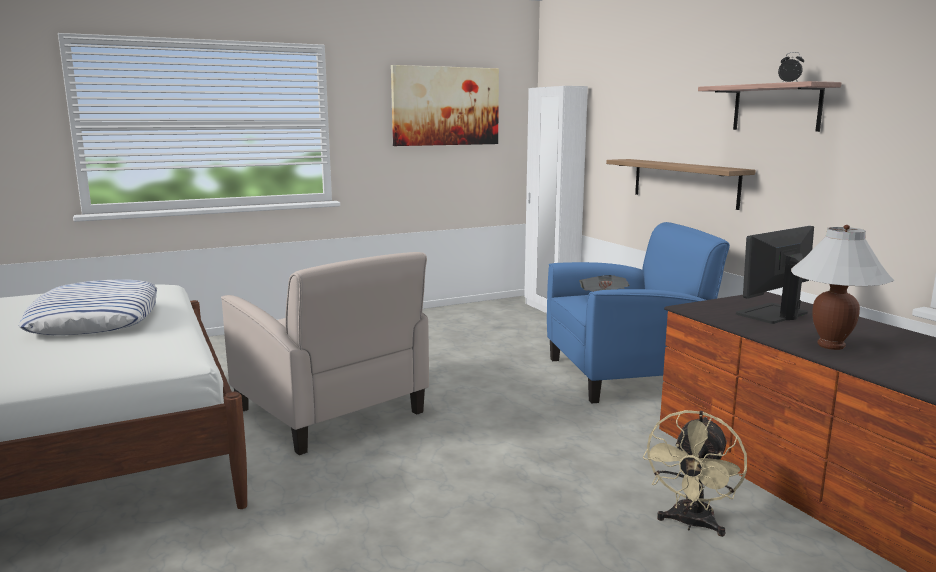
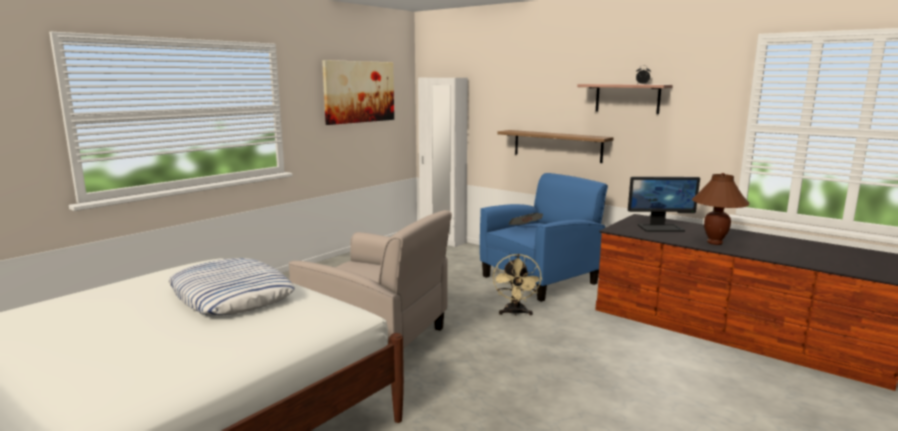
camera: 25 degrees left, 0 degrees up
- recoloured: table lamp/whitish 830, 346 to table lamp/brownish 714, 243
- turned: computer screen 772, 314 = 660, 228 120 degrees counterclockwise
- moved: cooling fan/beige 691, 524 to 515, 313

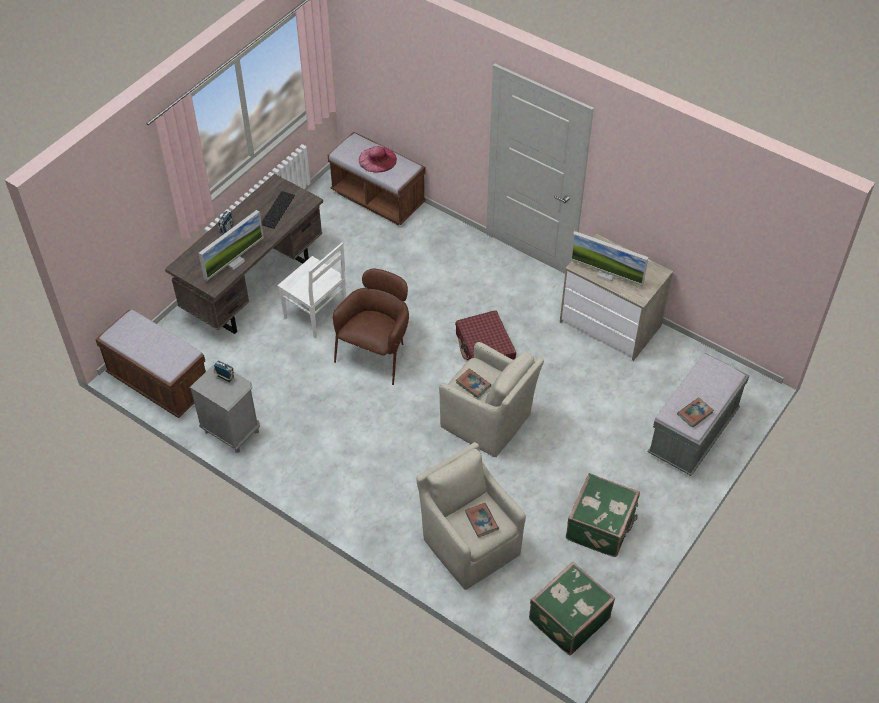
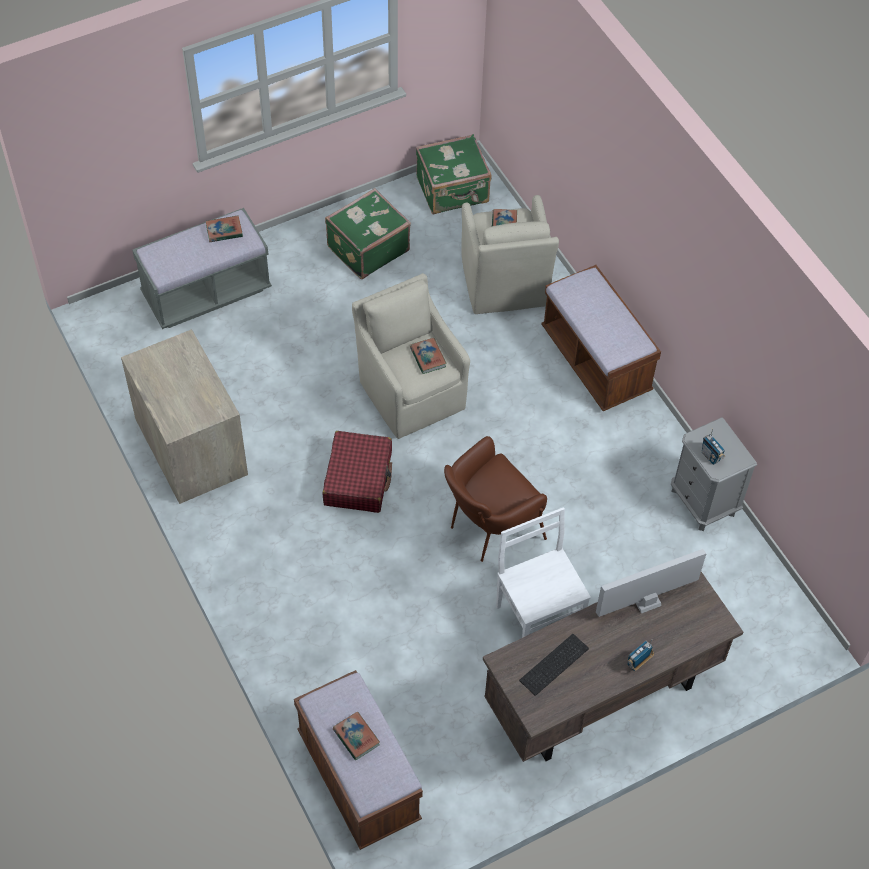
camera: 155 degrees left, 5 degrees up
- replaced: clothing hat/pink 377, 159 to volume 356, 737
- removed: computer screen 606, 275
- moved: long seat/brownish 159, 383 to 595, 361

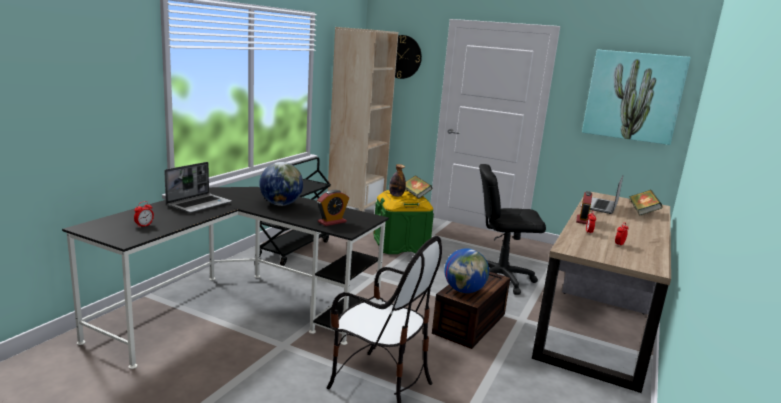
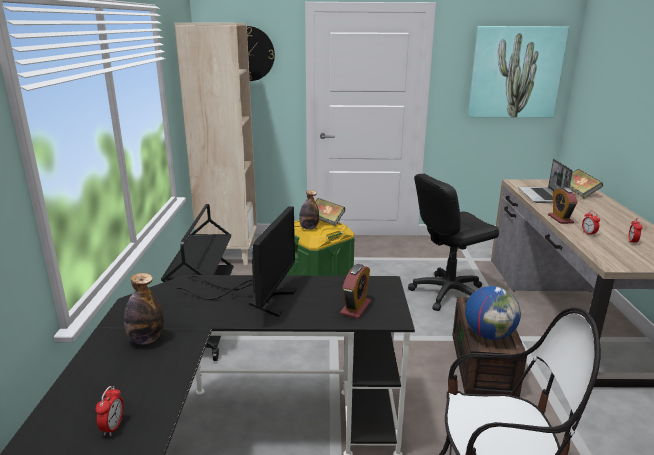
camera: 25 degrees left, 5 degrees up
- replaced: laptop 199, 204 to bottle 146, 339
- replaced: globe 281, 204 to computer screen 256, 298

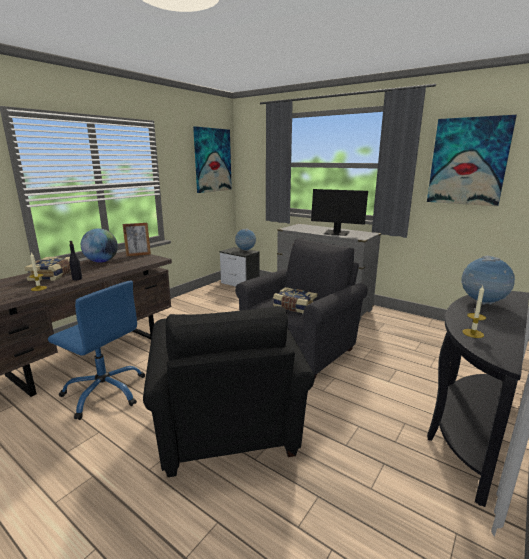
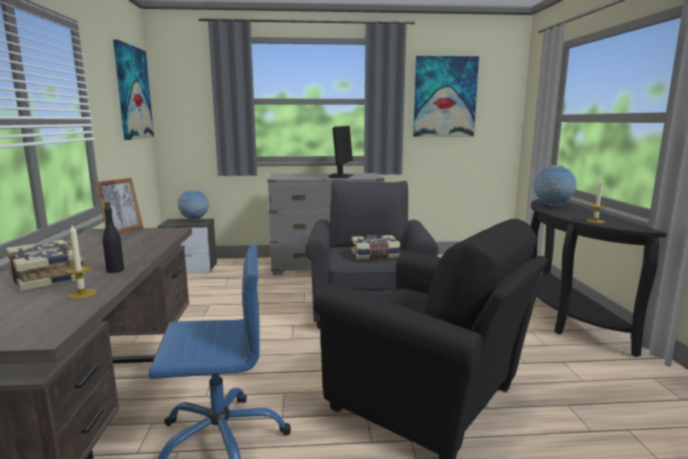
camera: 40 degrees left, 5 degrees down
- turned: computer screen 337, 233 = 341, 176 60 degrees counterclockwise
- removed: globe 102, 261

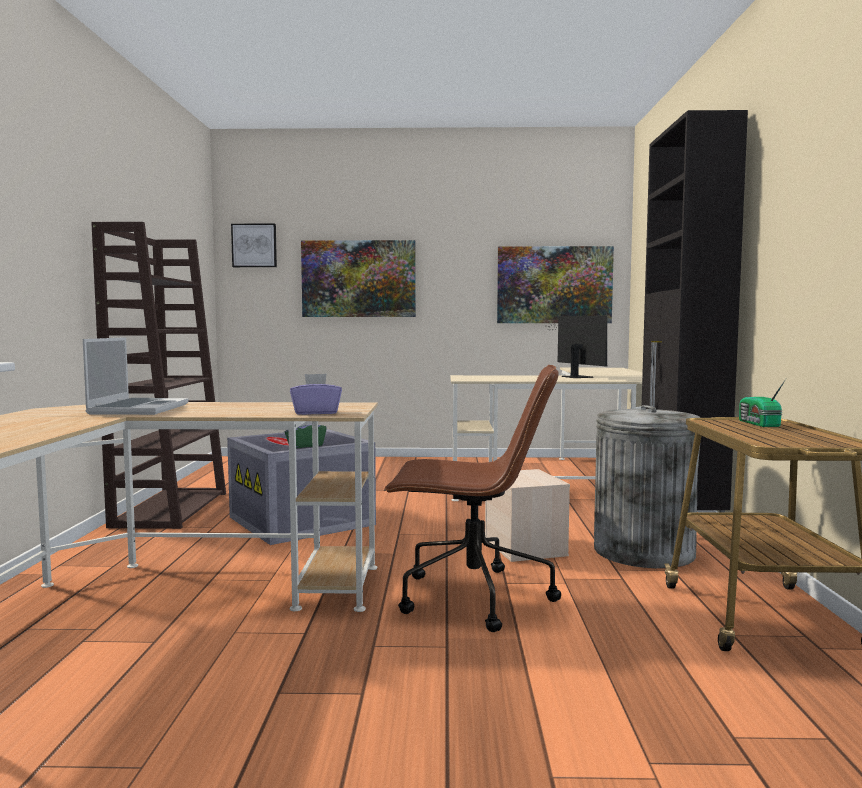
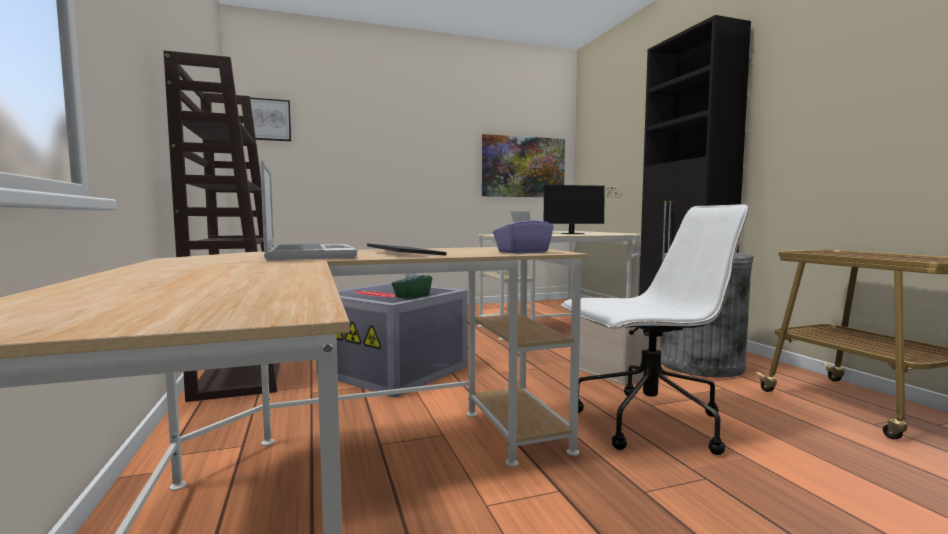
camera: 20 degrees left, 0 degrees up
- removed: picture 359, 279
- turned: computer screen 575, 376 = 576, 233 120 degrees clockwise
- recoloured: office chair/brownish 471, 598 to office chair/whitish 647, 423
- removed: radio 758, 424
- added: computer keyboard 401, 253

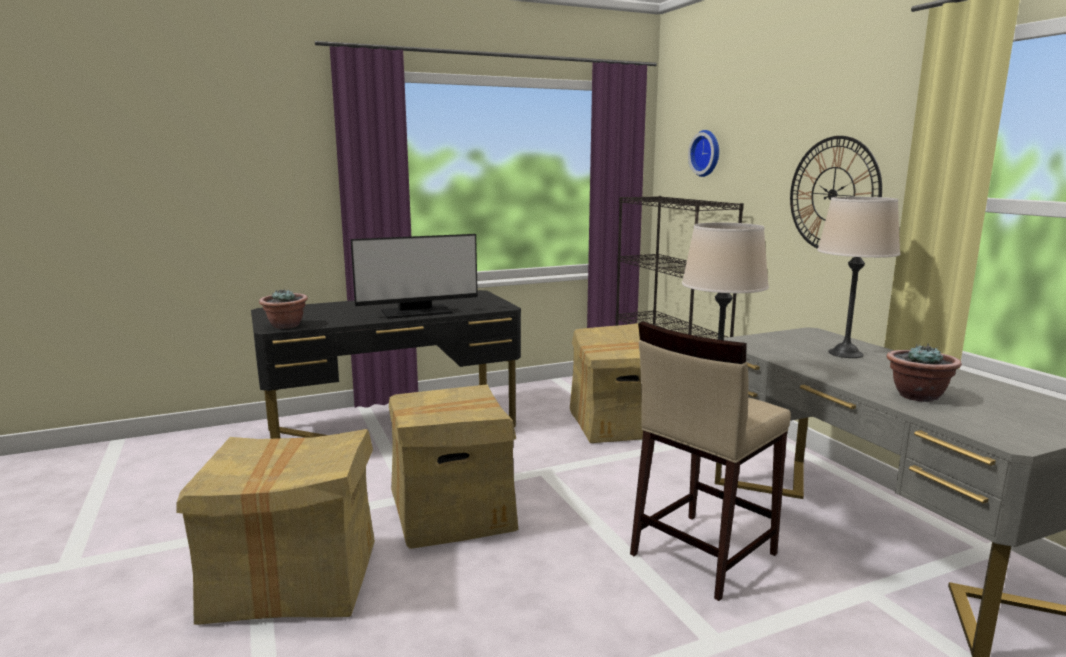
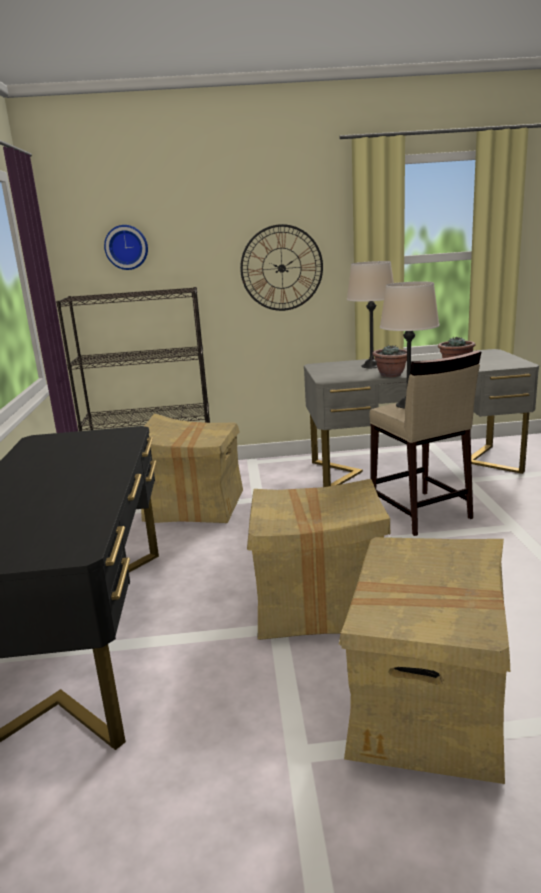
camera: 70 degrees left, 5 degrees up
- removed: computer screen 416, 312
- moved: potted plant 286, 326 to 391, 375

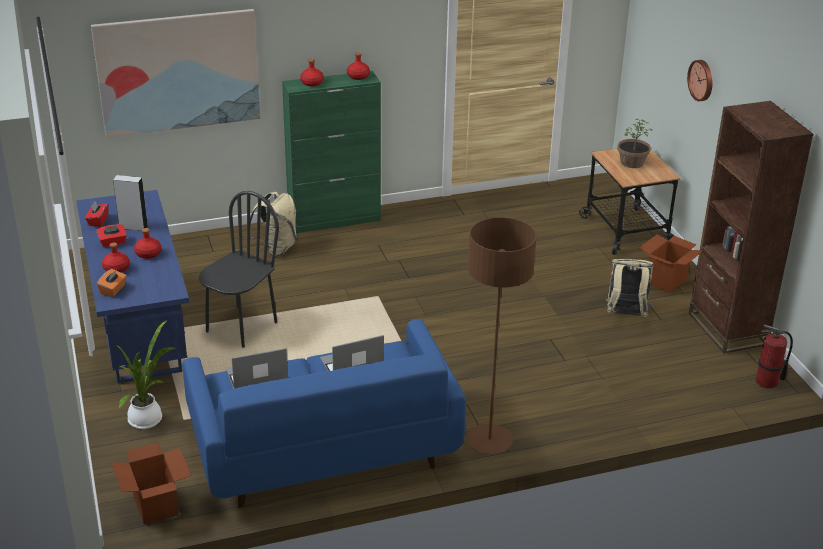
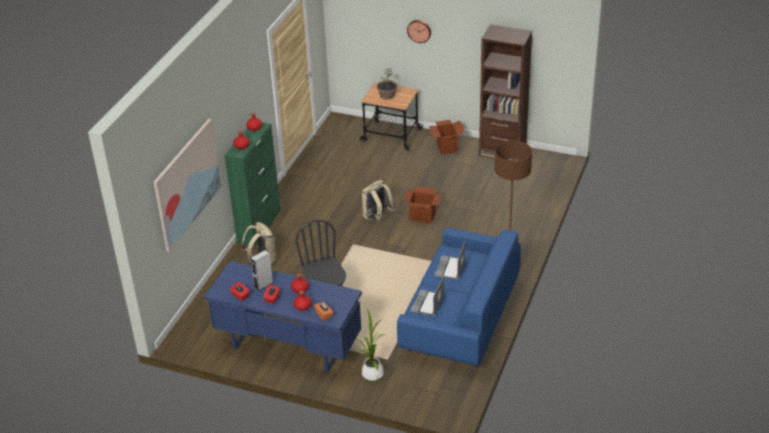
camera: 50 degrees left, 5 degrees up
- moved: backpack/beige 625, 315 to 377, 217
- removed: fire-fighting cylinder 767, 382
- moved: packing box 156, 506 to 422, 216

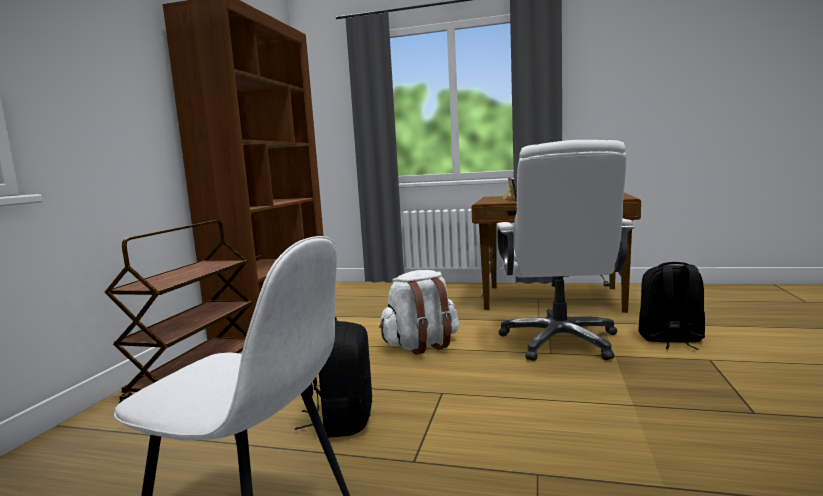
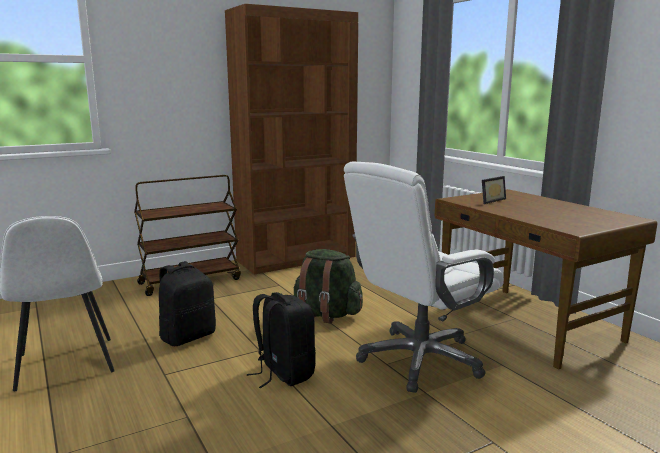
camera: 45 degrees right, 5 degrees up
- moved: backpack/black 670, 340 to 283, 373
- recoloured: backpack/whitish 421, 345 to backpack/green-coloured 326, 315

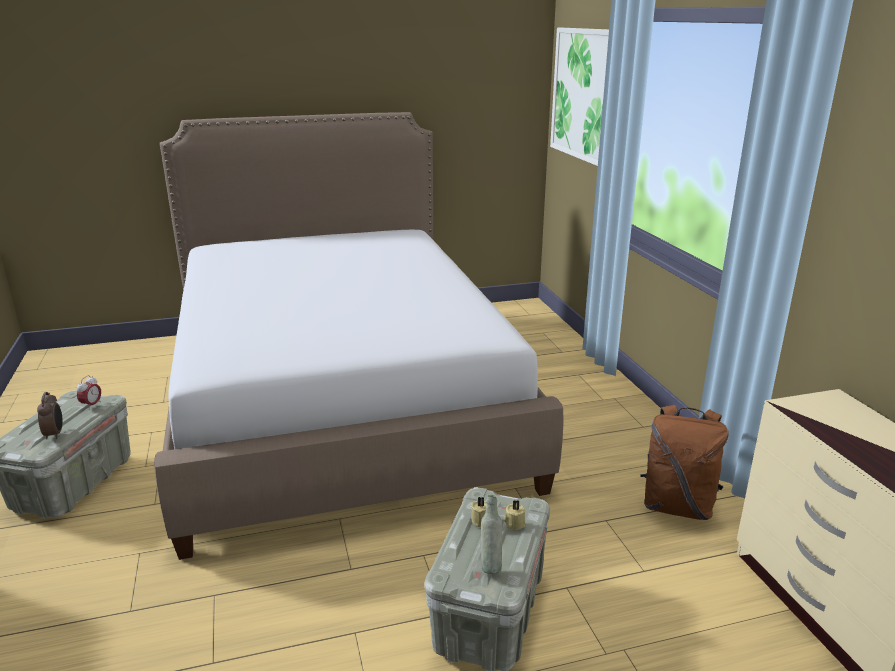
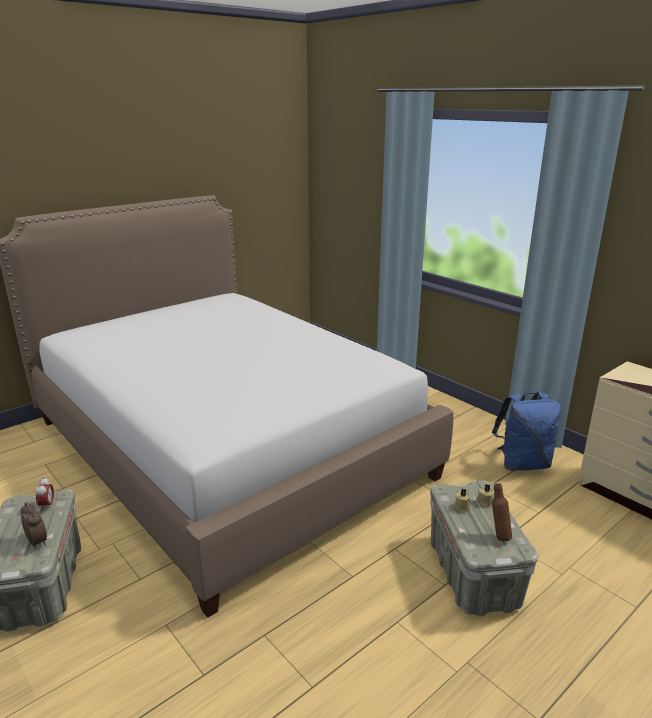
camera: 25 degrees left, 0 degrees up
- removed: picture 583, 94
- recoloured: backpack/brownish 677, 506 to backpack/blue 522, 464
- recoloured: bottle/gray 490, 566 to bottle/brownish 498, 535

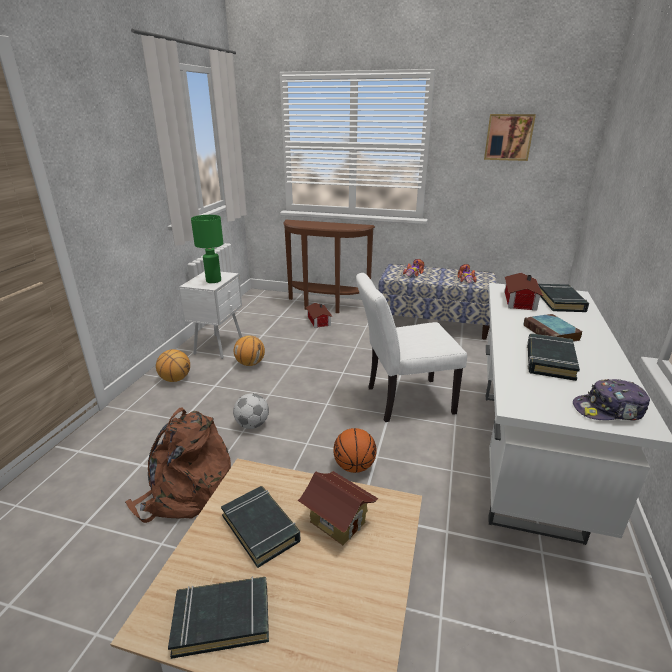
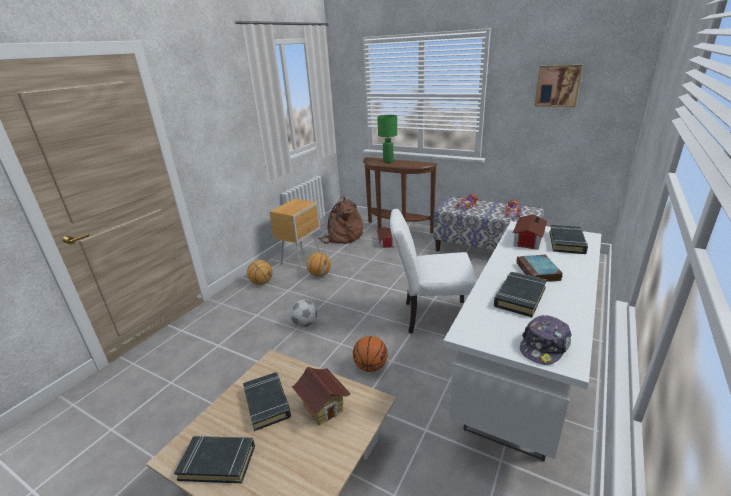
camera: 15 degrees right, 0 degrees up
- moved: table lamp/green-coloured 213, 280 to 388, 161
- recoloured: bedside table/whitish 220, 346 to bedside table/brownish 302, 258
- turned: peaked cap 609, 410 = 544, 346 60 degrees counterclockwise
- moved: backpack/brownish 186, 492 to 342, 237

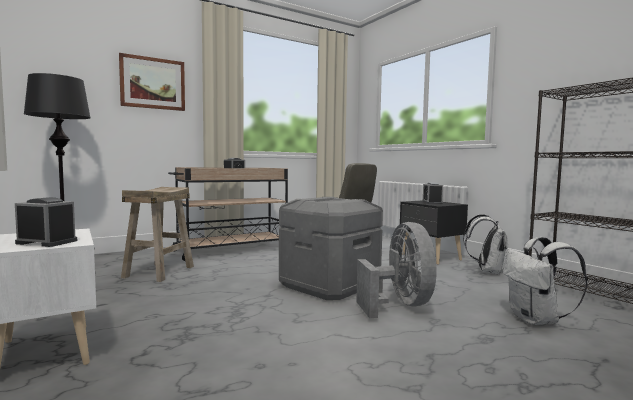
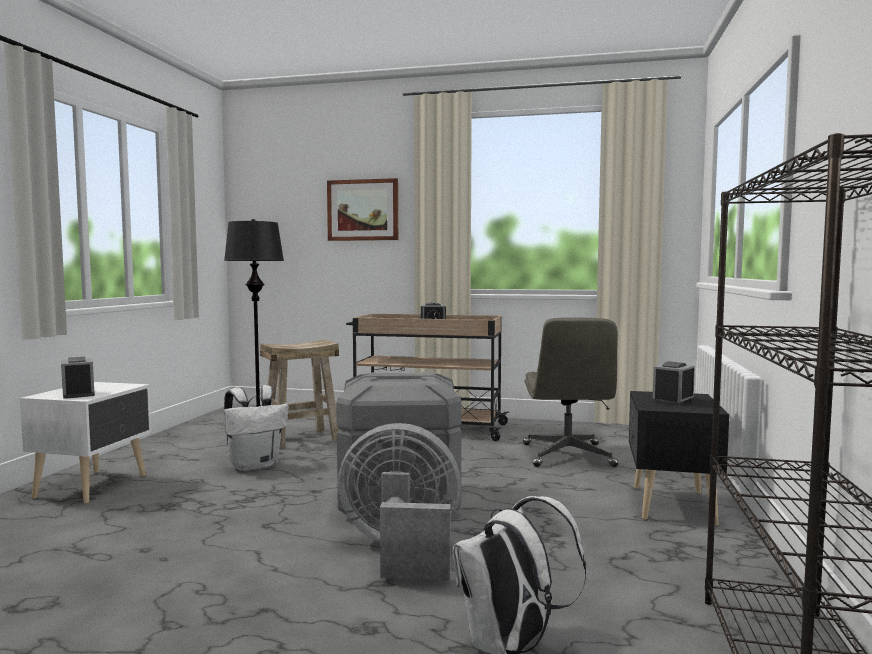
camera: 45 degrees right, 0 degrees up
- moved: backpack/whitish 487, 271 to 254, 465
- turned: cooling fan/gray 399, 305 = 402, 551 120 degrees counterclockwise

